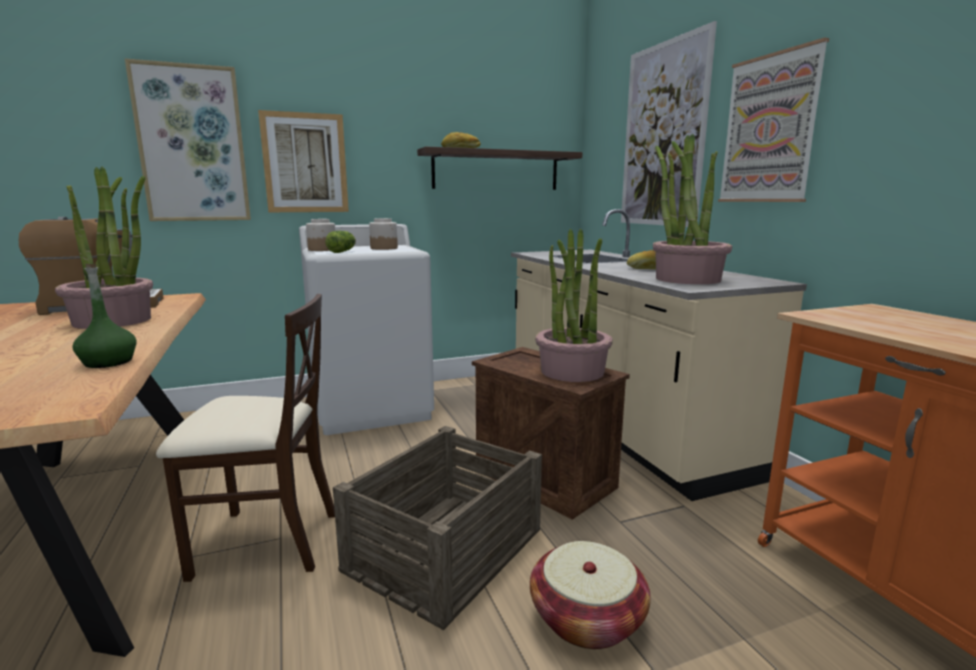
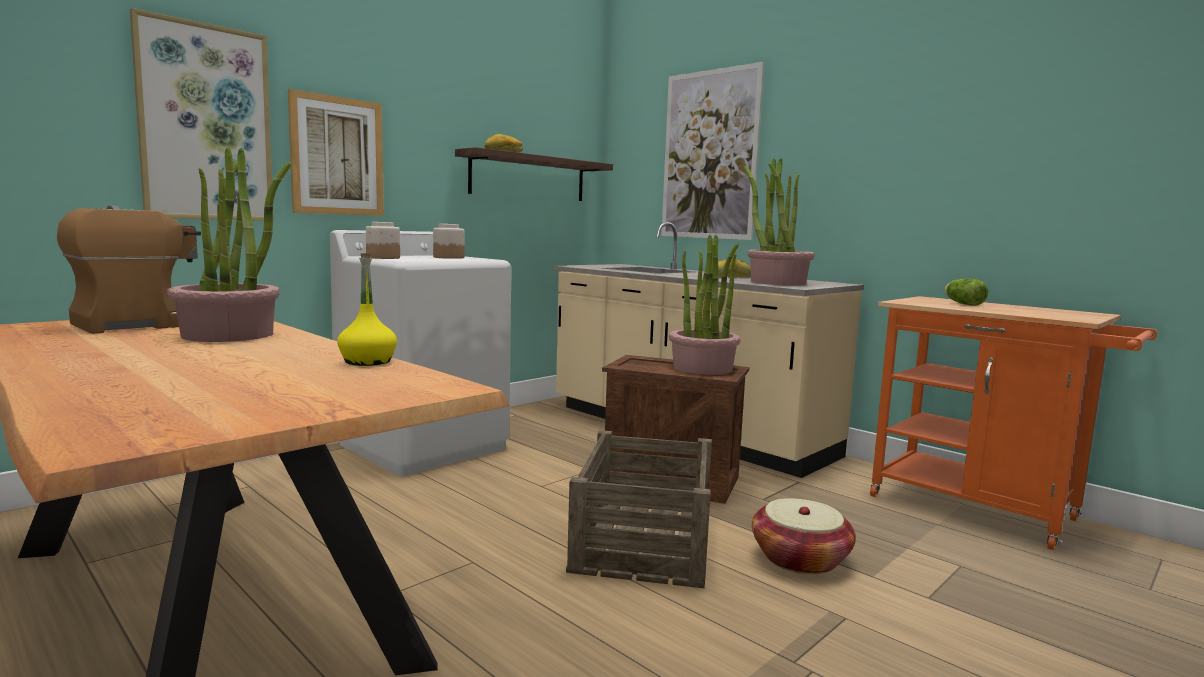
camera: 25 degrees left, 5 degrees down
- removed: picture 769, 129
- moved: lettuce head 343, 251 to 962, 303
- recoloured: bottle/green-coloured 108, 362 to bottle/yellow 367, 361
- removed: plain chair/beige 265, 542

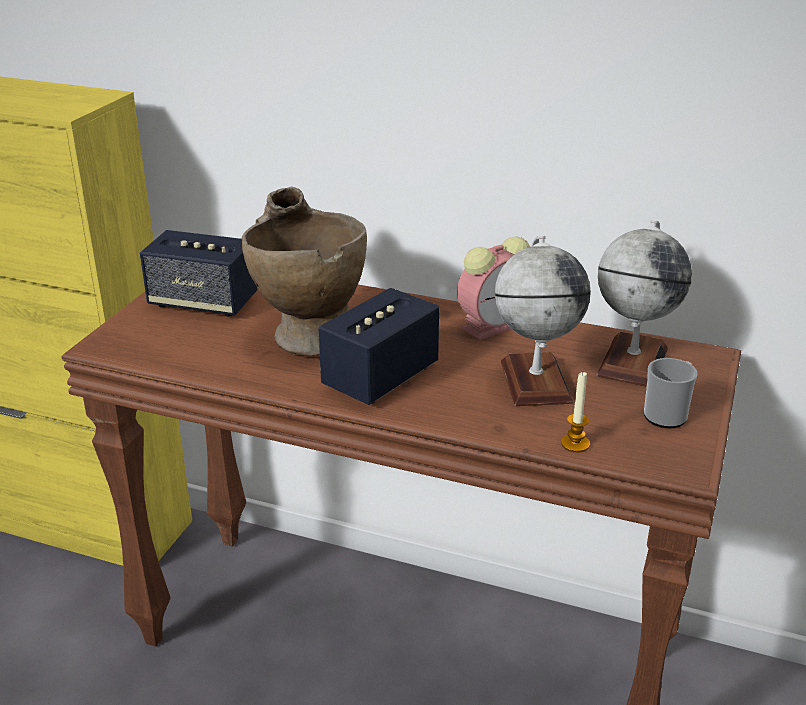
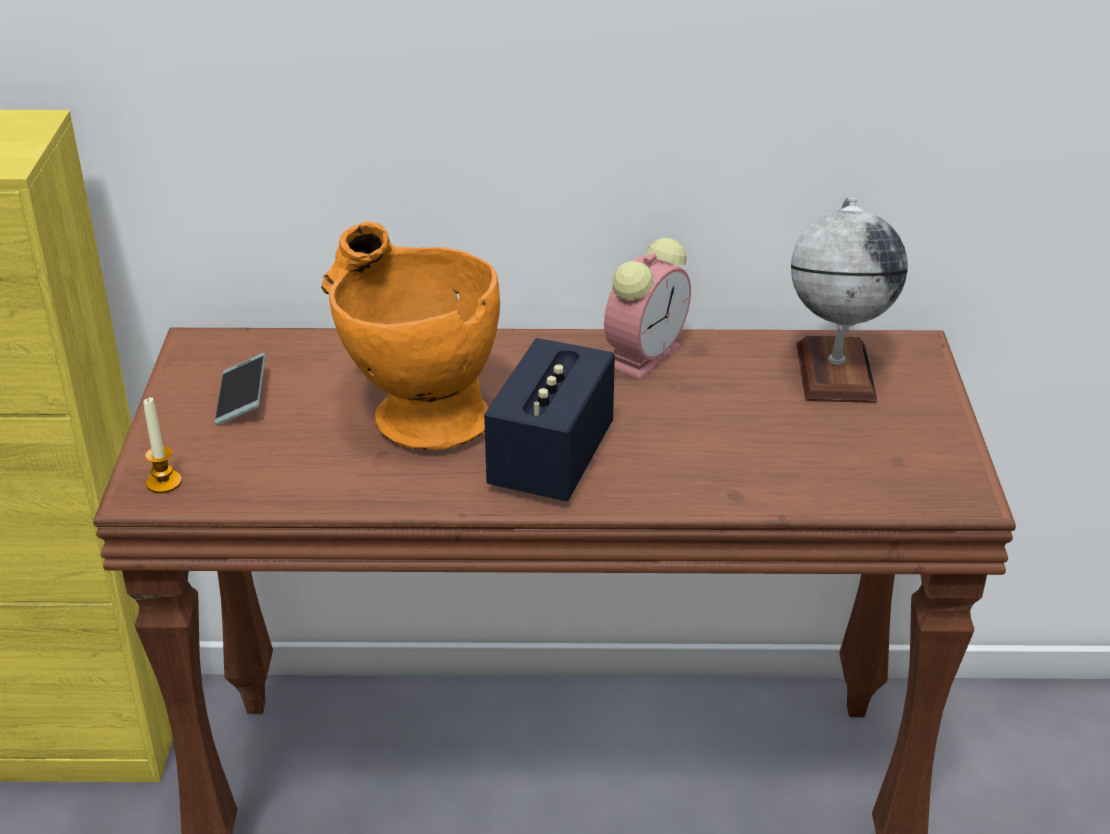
camera: 20 degrees left, 5 degrees up
- recoloured: vase/beige 306, 333 to vase/orange-coloured 414, 415
- replaced: audio speaker 203, 302 to phone 242, 397
- removed: globe 535, 381
- removed: coffee mug 668, 414
- moved: candle 575, 444 to 164, 482

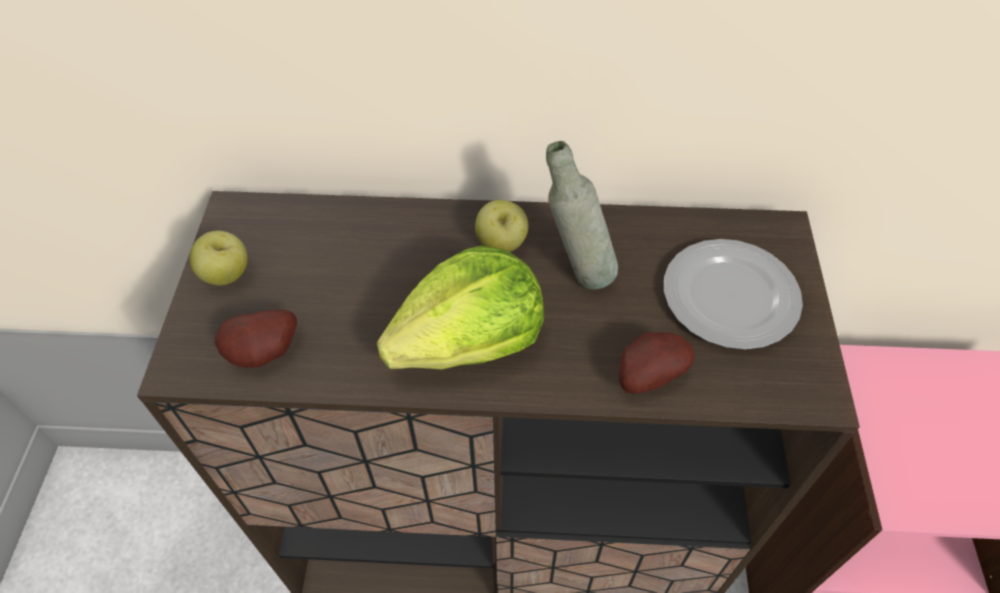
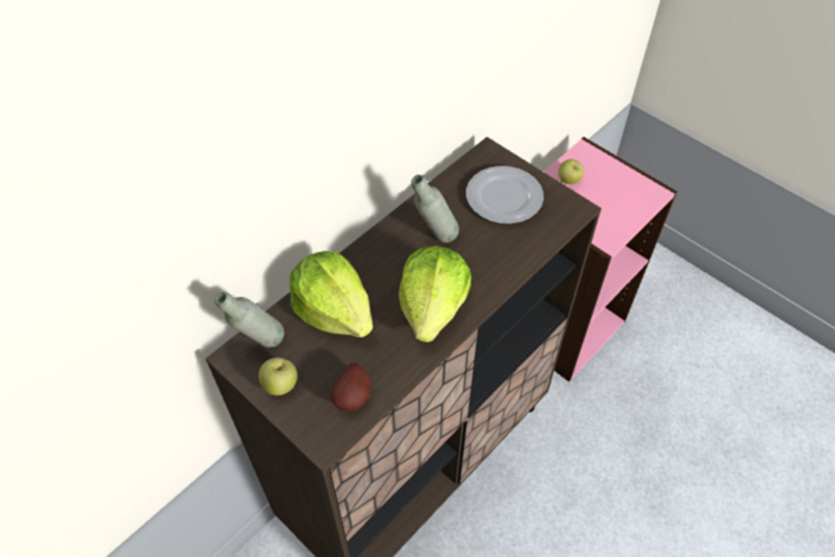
camera: 50 degrees left, 0 degrees up
- moved: apple 501, 244 to 569, 180
- removed: potato 647, 374
- added: lettuce head 334, 310
- added: bottle/gray 260, 346

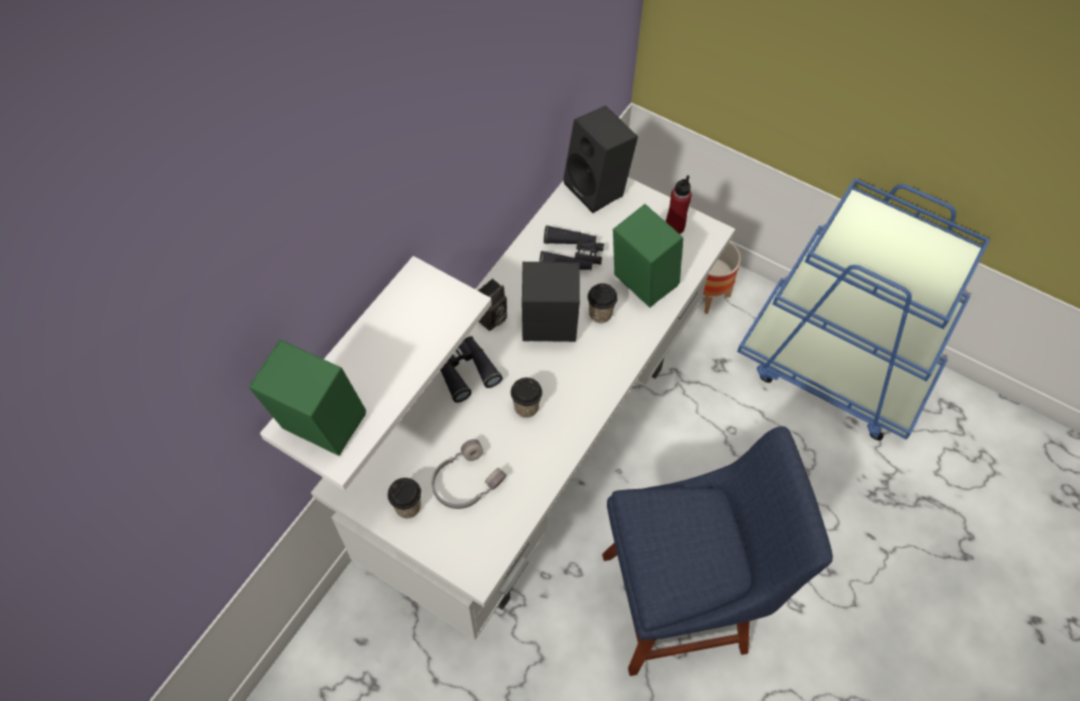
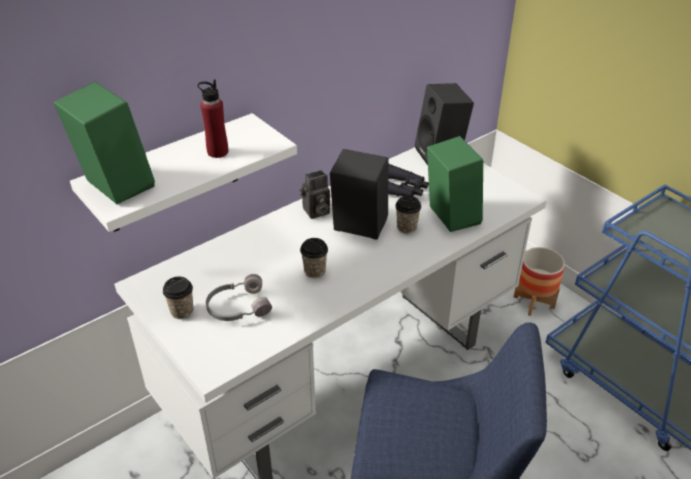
camera: 20 degrees right, 20 degrees down
- moved: bottle/reddish 674, 227 to 217, 152
- removed: pair of binoculars/black 464, 369

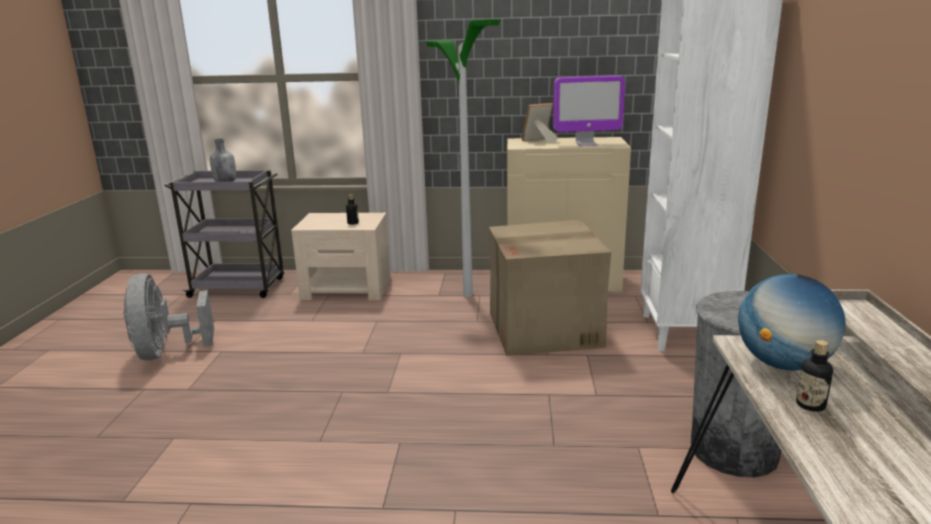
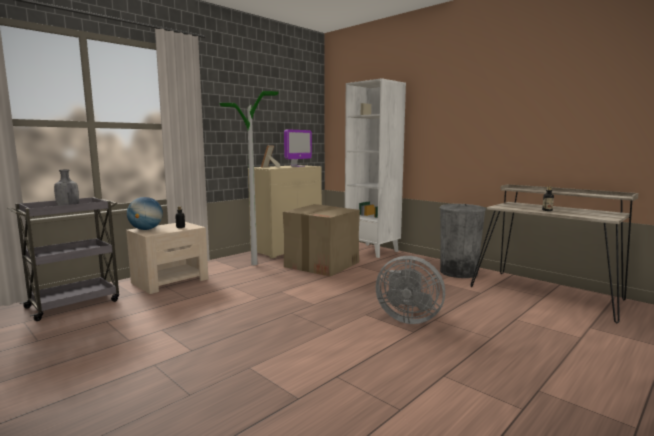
camera: 50 degrees left, 10 degrees down
- moved: cooling fan/gray 166, 352 to 407, 318
- moved: globe 783, 364 to 146, 229

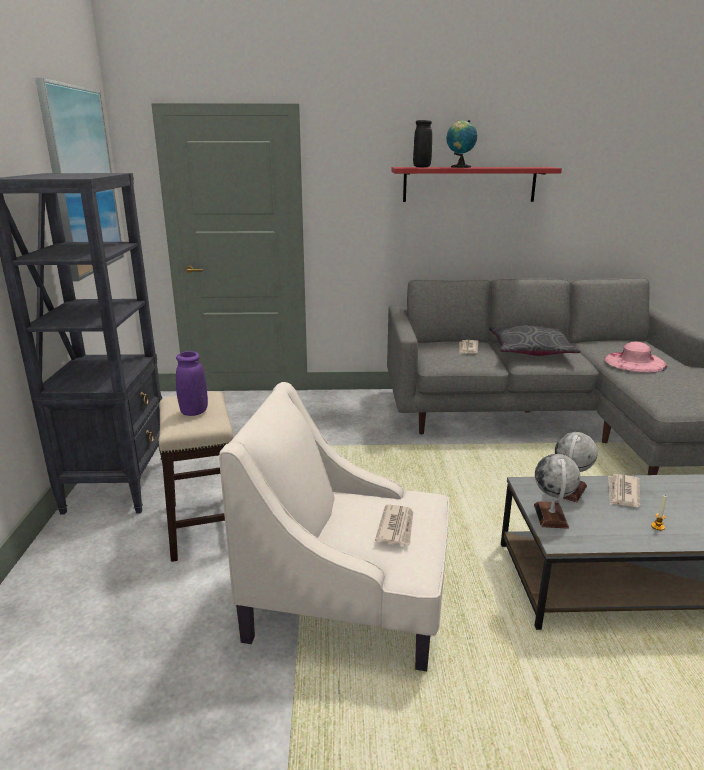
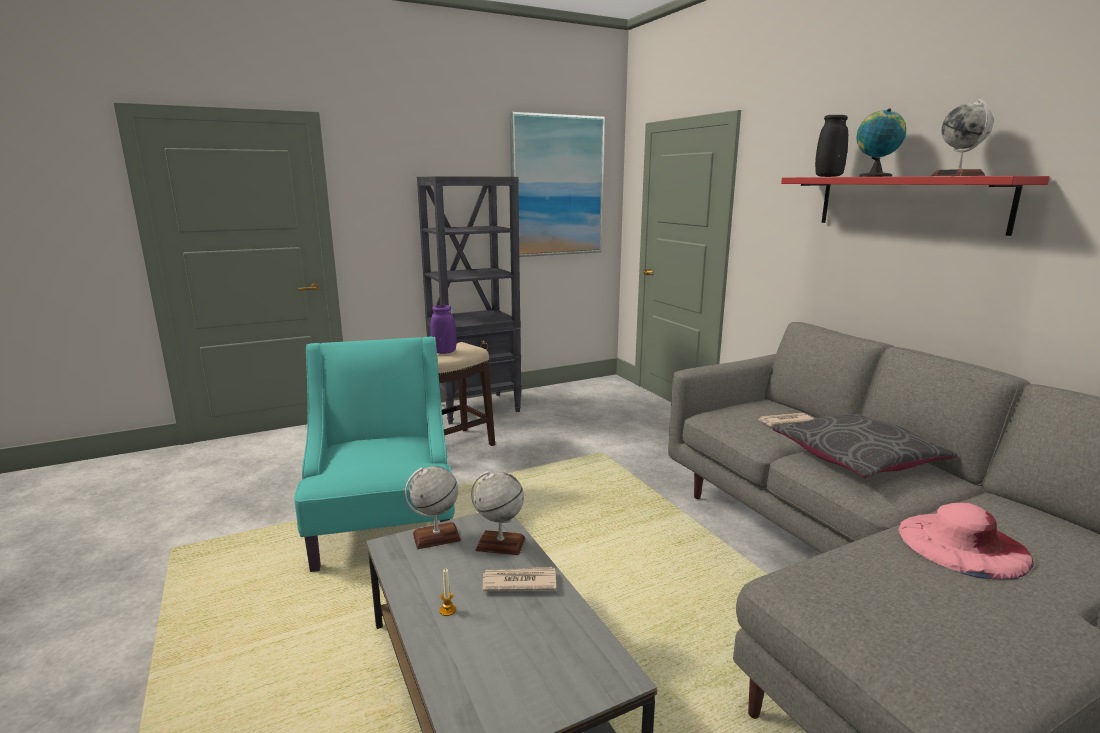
camera: 65 degrees right, 5 degrees down
- recoloured: lounge chair/beige 349, 601 to lounge chair/blue-green 383, 522
- removed: daily paper 396, 527
- added: globe 957, 175

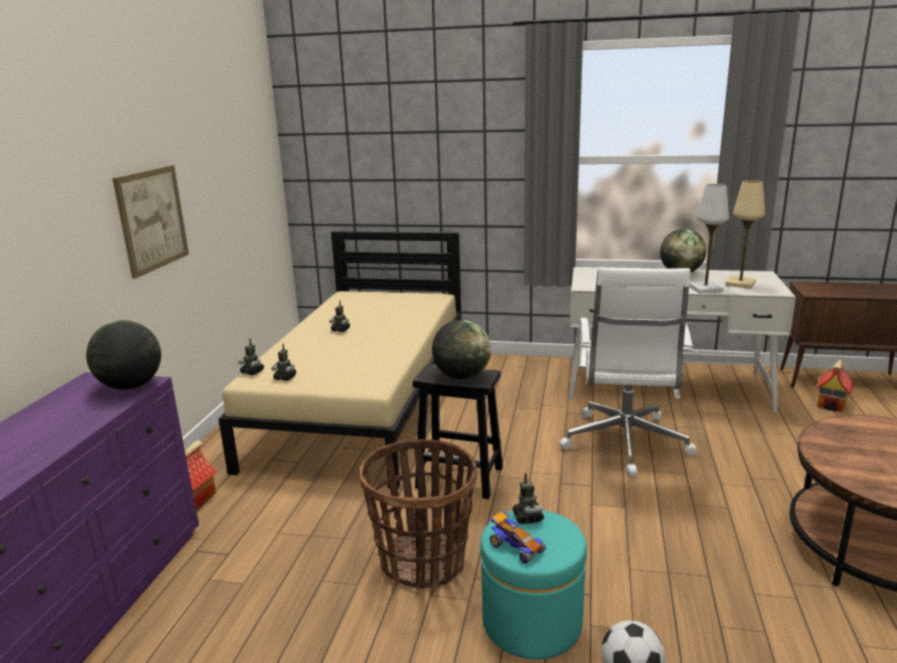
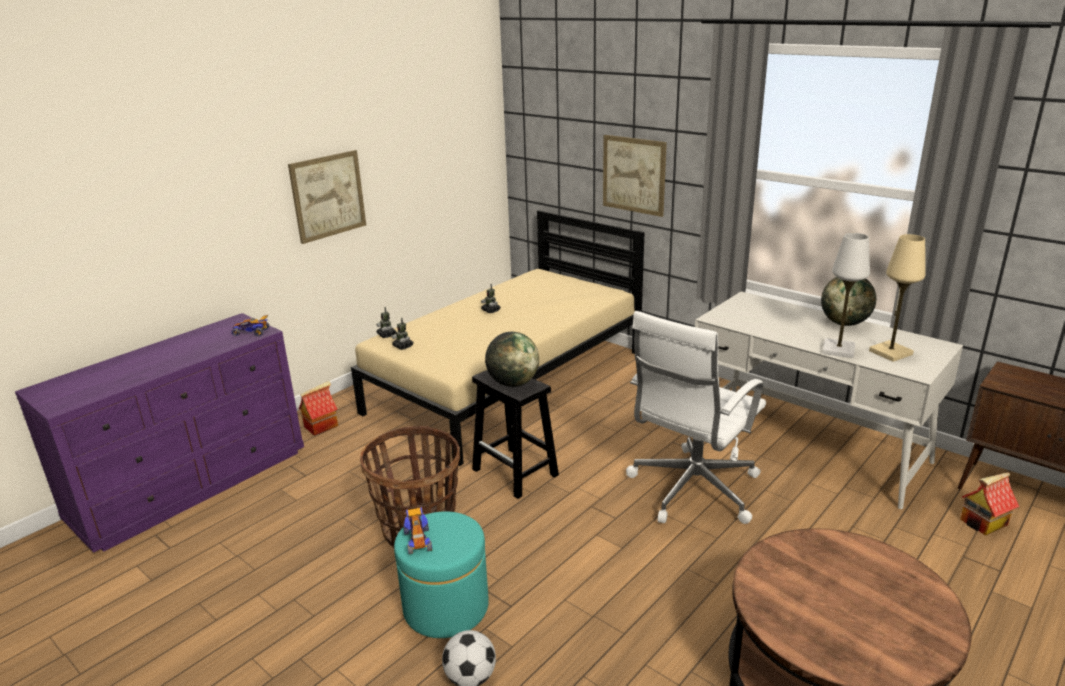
camera: 30 degrees right, 5 degrees up
- replaced: globe 131, 386 to model car 252, 332
- removed: robot figure 527, 517
- added: picture 634, 175

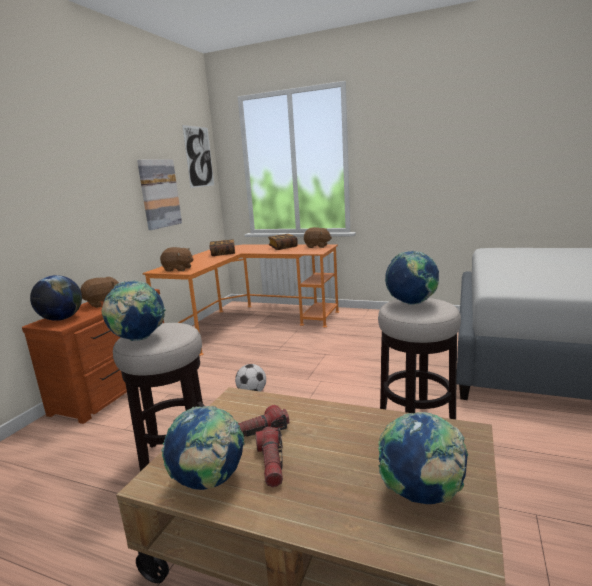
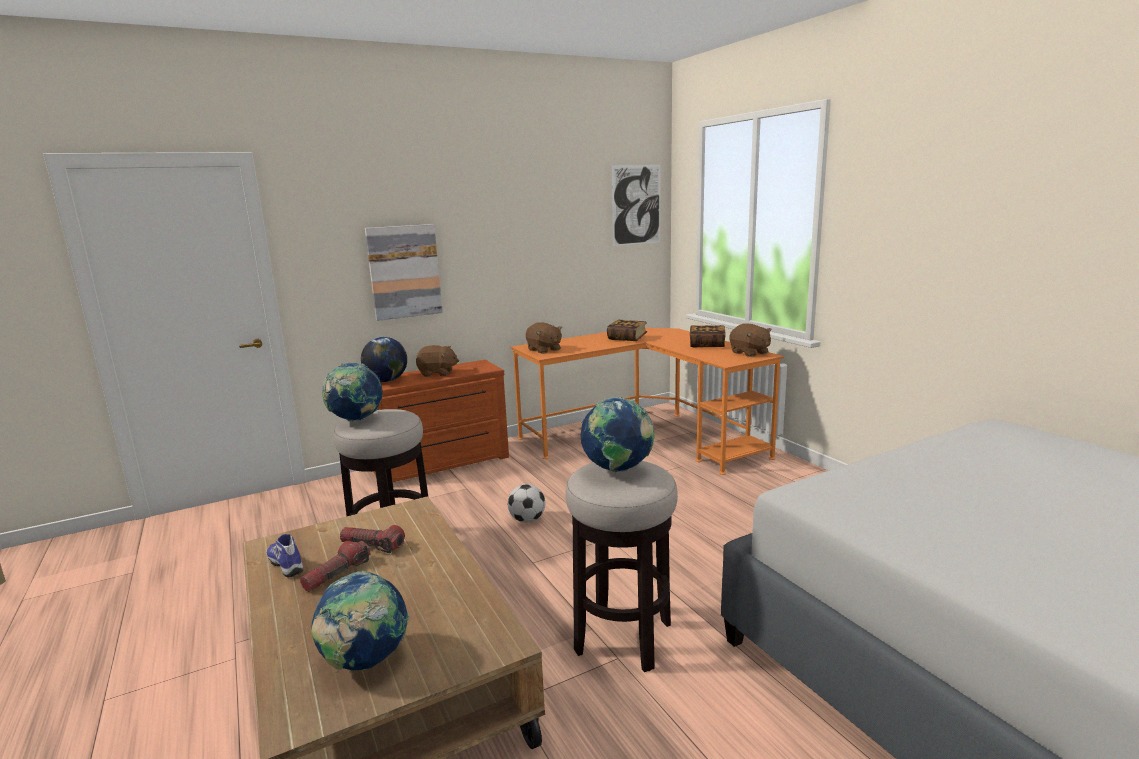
camera: 40 degrees right, 0 degrees up
- moved: picture 159, 193 to 404, 271
- replaced: globe 209, 482 to low shoe 287, 564

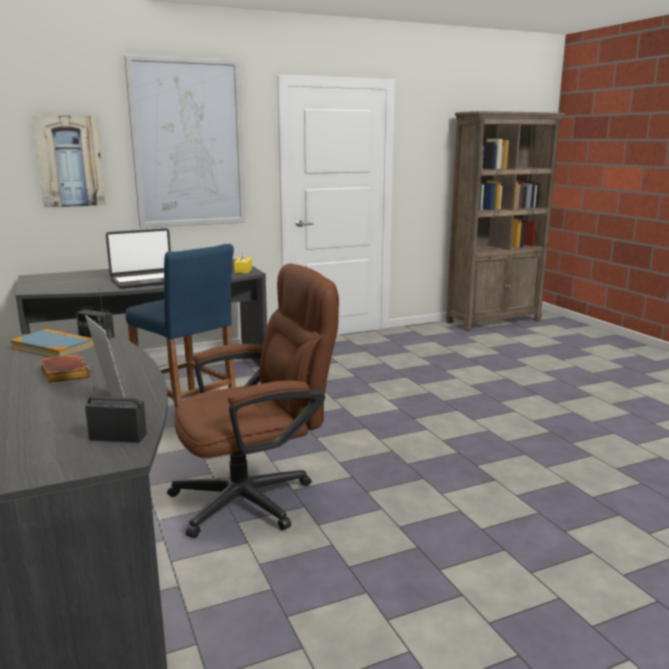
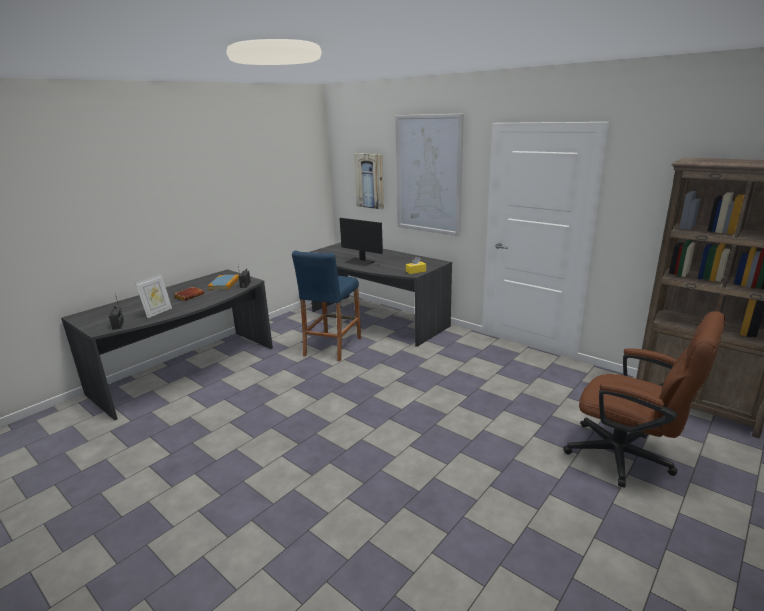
camera: 65 degrees right, 5 degrees up
- replaced: laptop 146, 281 to computer screen 360, 262
- moved: office chair/brownish 256, 497 to 628, 458

